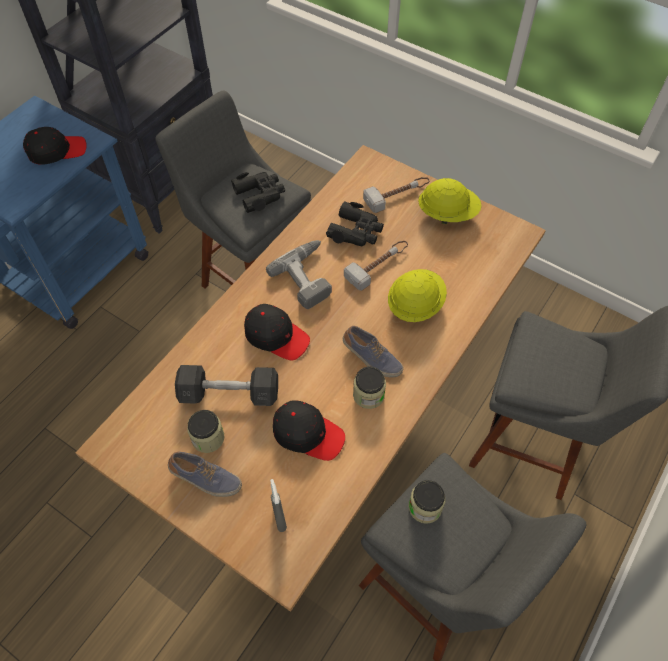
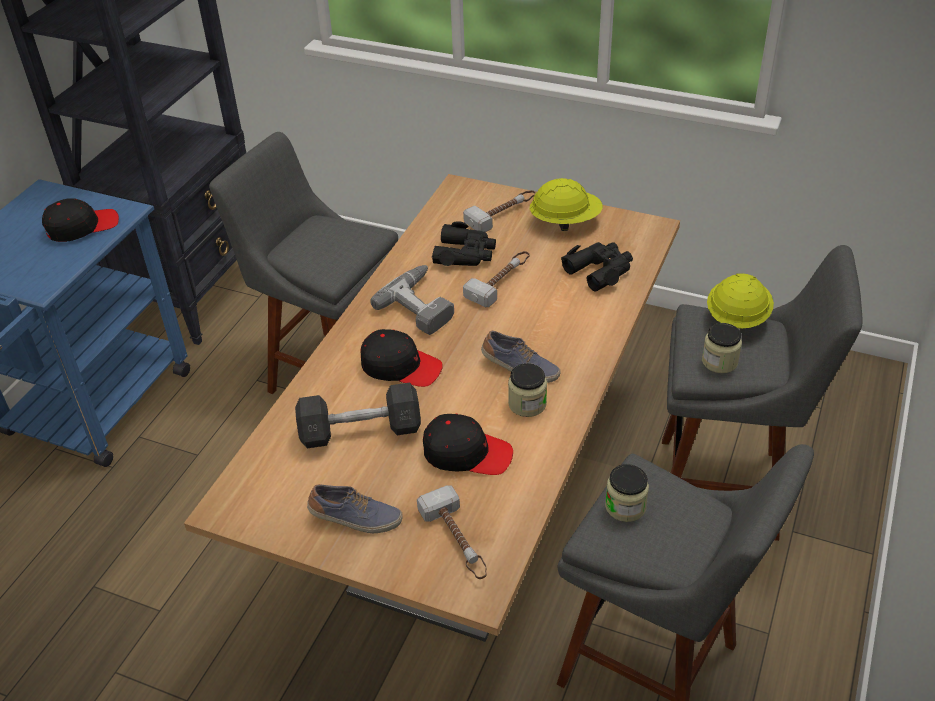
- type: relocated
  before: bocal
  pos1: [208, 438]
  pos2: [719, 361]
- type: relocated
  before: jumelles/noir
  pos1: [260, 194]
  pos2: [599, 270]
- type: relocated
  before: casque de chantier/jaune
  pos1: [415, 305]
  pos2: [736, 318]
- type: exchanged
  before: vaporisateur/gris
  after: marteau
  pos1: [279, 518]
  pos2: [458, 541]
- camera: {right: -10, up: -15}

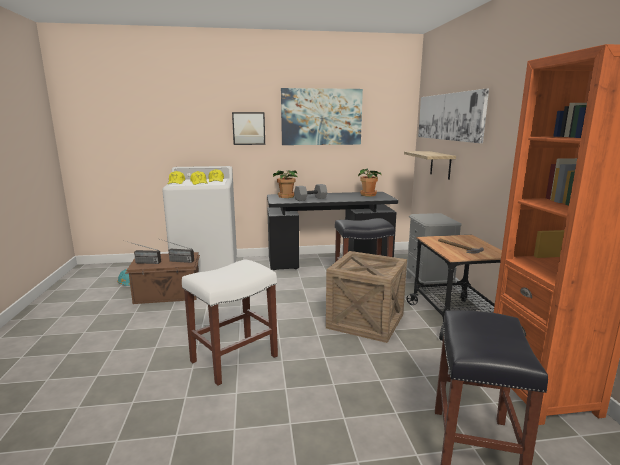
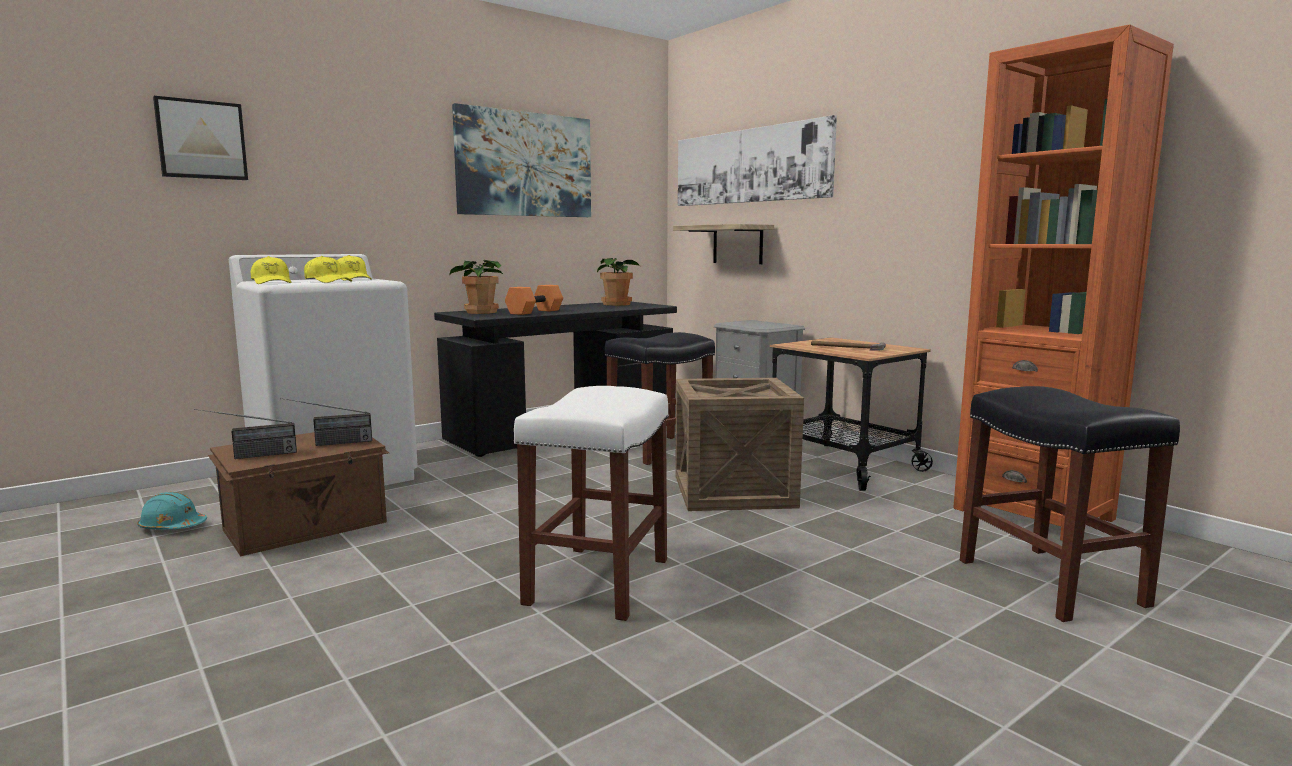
- type: relocated
  before: tableau
  pos1: [249, 128]
  pos2: [201, 140]
- type: colour
  before: haltère/gris
  after: haltère/orange
  pos1: [310, 199]
  pos2: [535, 312]
- camera: {right: -30, up: -5}

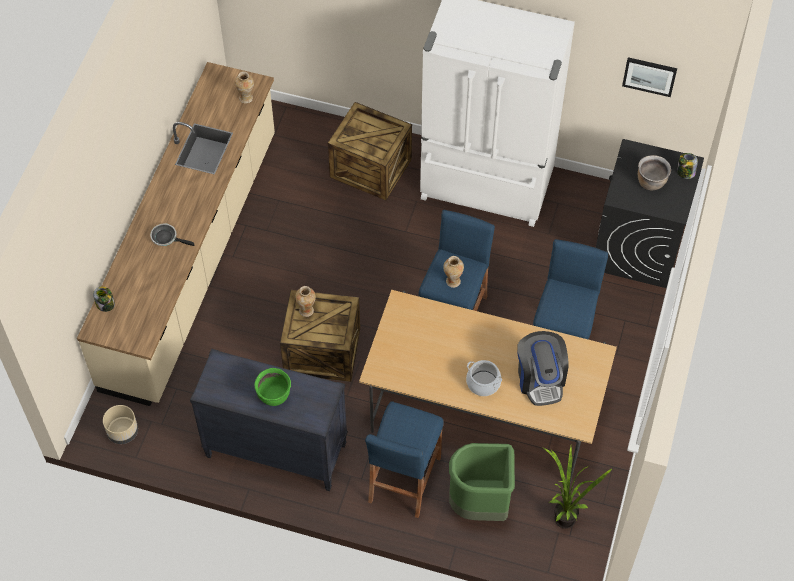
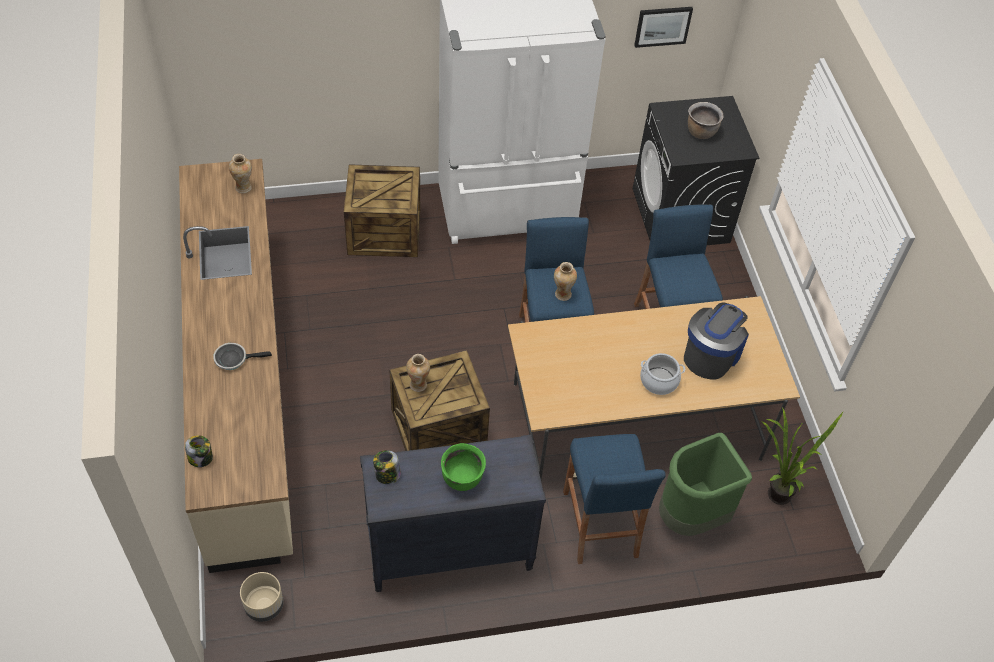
- type: relocated
  before: bocal
  pos1: [685, 172]
  pos2: [387, 475]
- type: spun
  before: machine à café
  pos1: [540, 379]
  pos2: [711, 355]
  turn: -105
- camera: {right: -30, up: -5}

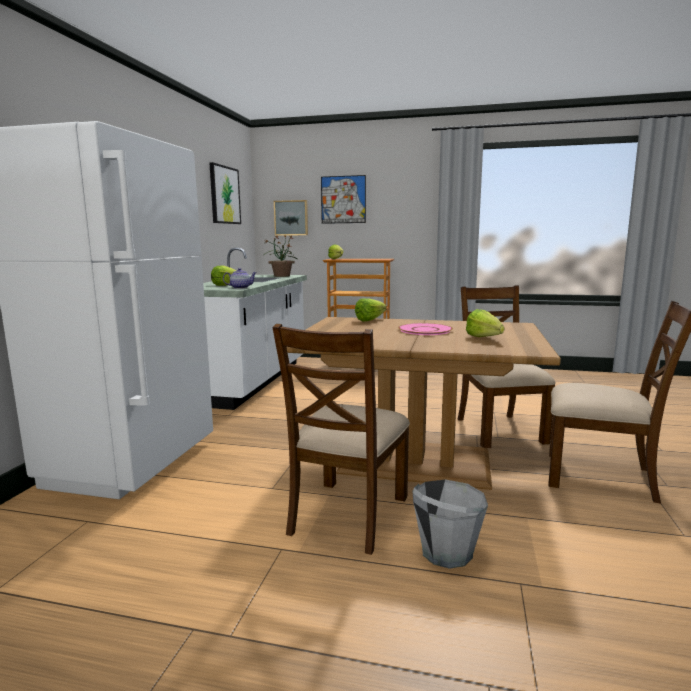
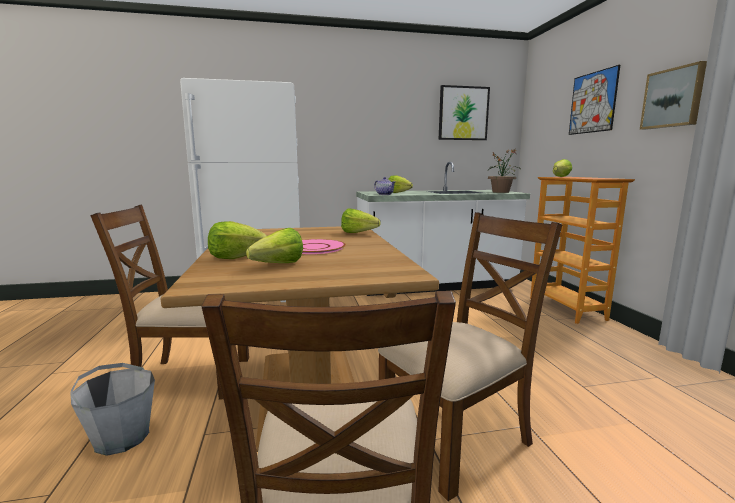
- type: appeared
  after: laitue
  pos2: [236, 257]
- type: relocated
  before: tableau
  pos1: [291, 218]
  pos2: [673, 98]
- camera: {right: 65, up: 0}

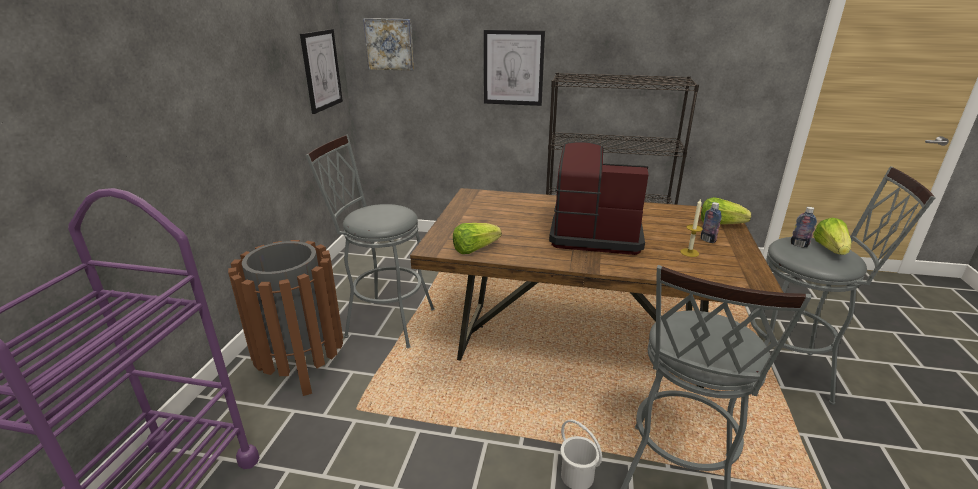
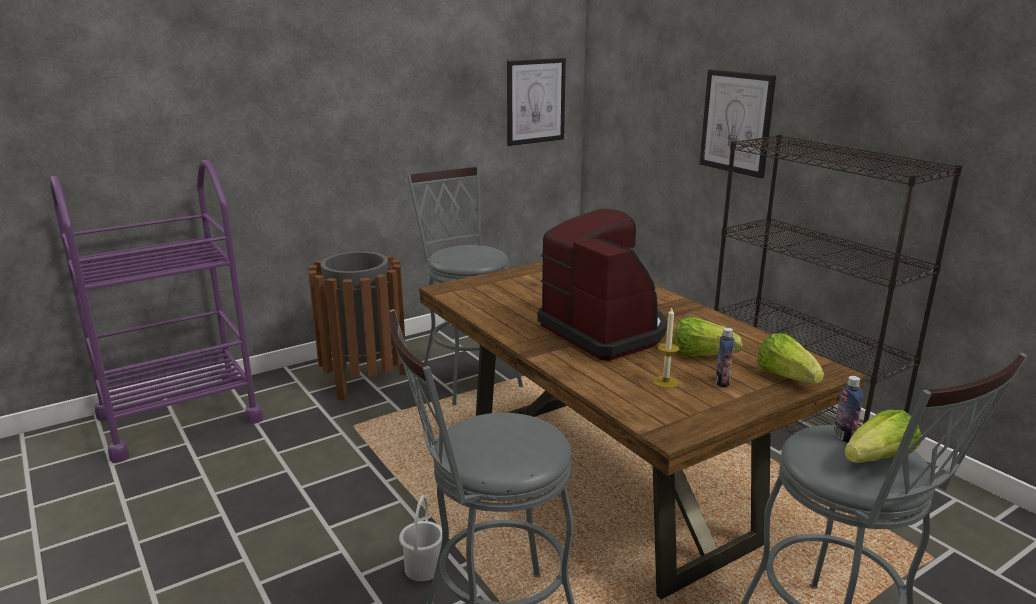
- type: missing
  before: tableau
  pos1: [390, 44]
- type: relocated
  before: laitue
  pos1: [474, 249]
  pos2: [701, 355]
- camera: {right: 45, up: -5}

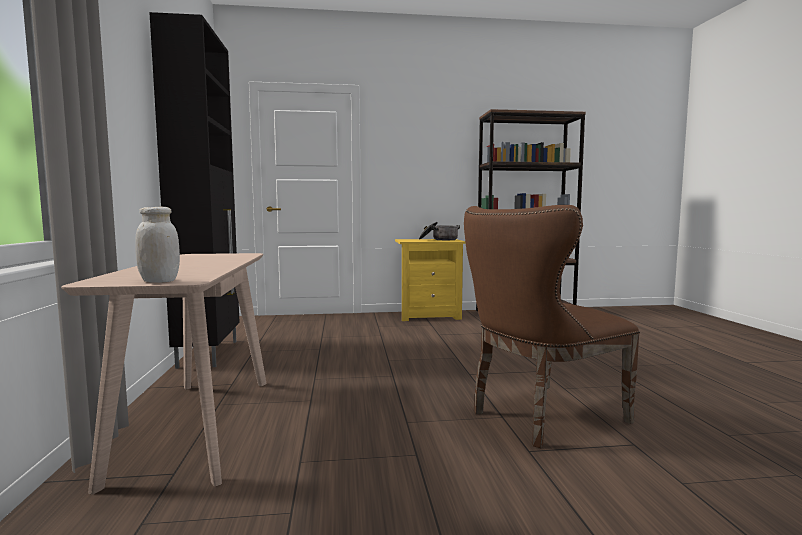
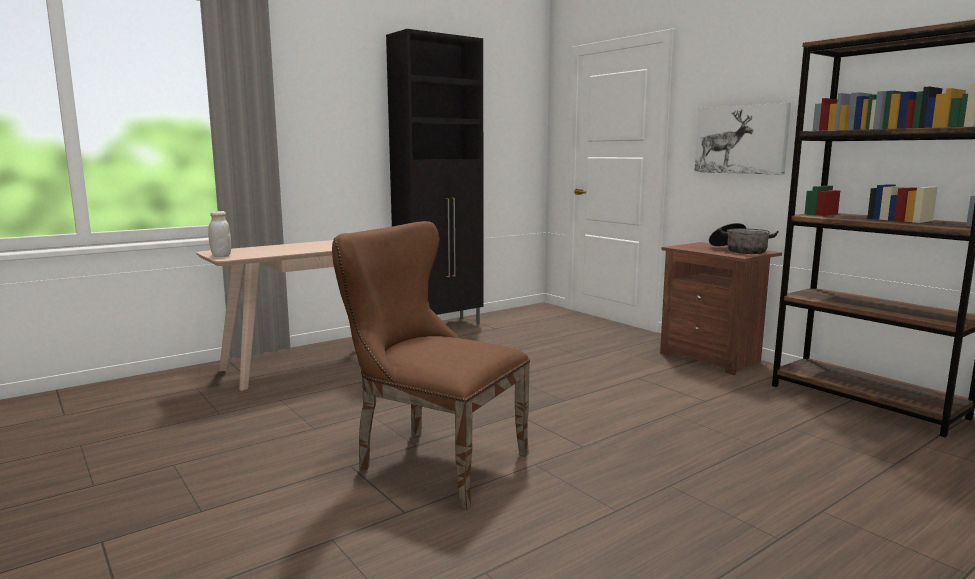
- type: appeared
  after: tableau
  pos2: [741, 139]
- type: colour
  before: table de chevet/jaune
  after: table de chevet/marron
  pos1: [429, 315]
  pos2: [713, 358]
- camera: {right: 60, up: 5}

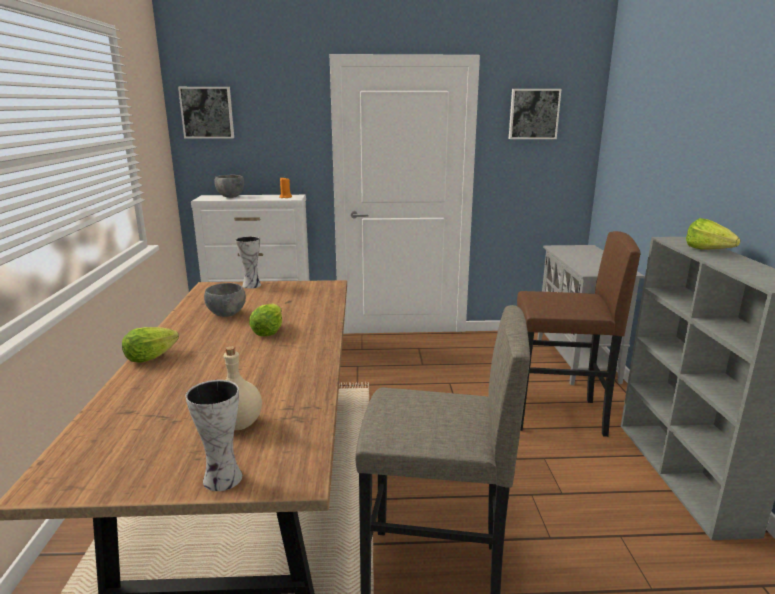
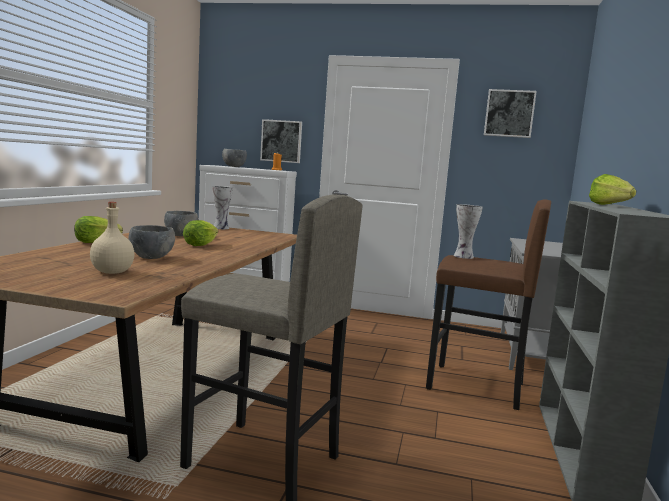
- type: appeared
  after: bol/gris
  pos2: [151, 257]
- type: relocated
  before: tableau
  pos1: [207, 112]
  pos2: [281, 141]
- type: relocated
  before: vase
  pos1: [221, 479]
  pos2: [463, 256]
- camera: {right: 15, up: -10}

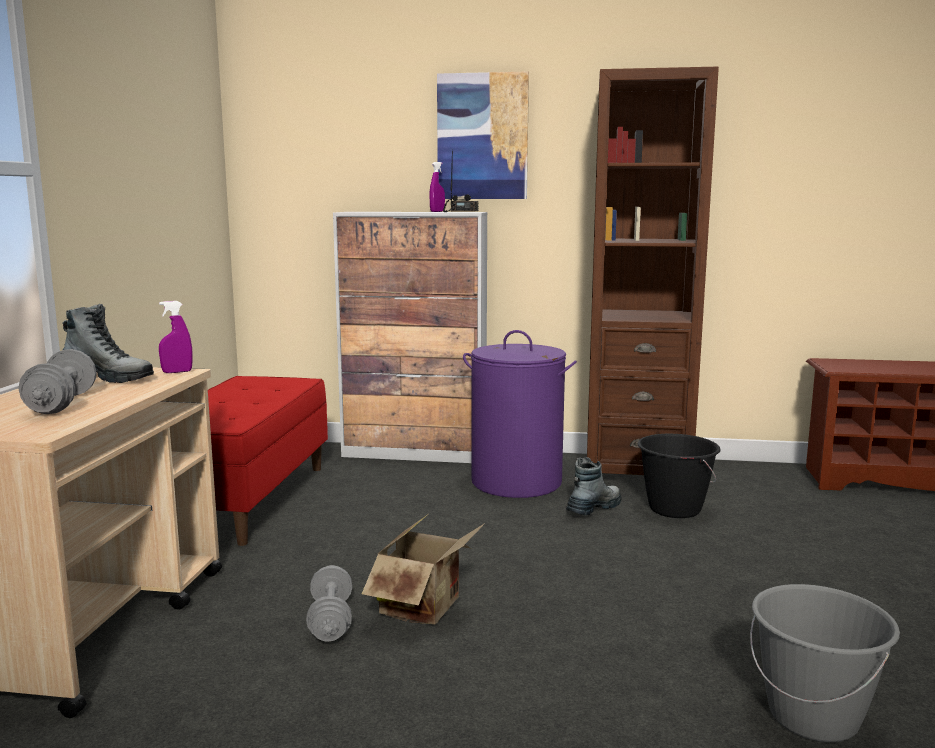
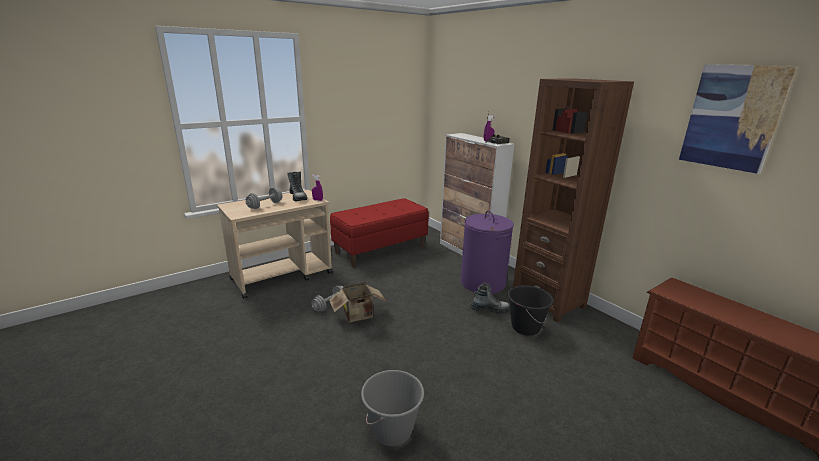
- type: relocated
  before: tableau
  pos1: [482, 137]
  pos2: [732, 117]
- camera: {right: 45, up: 10}

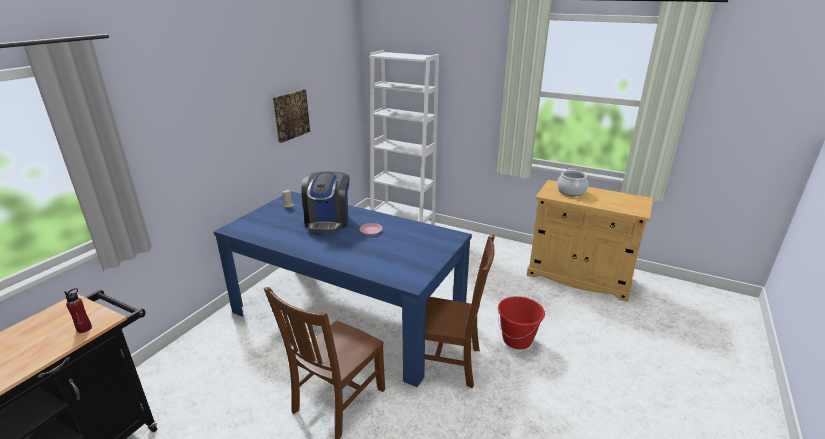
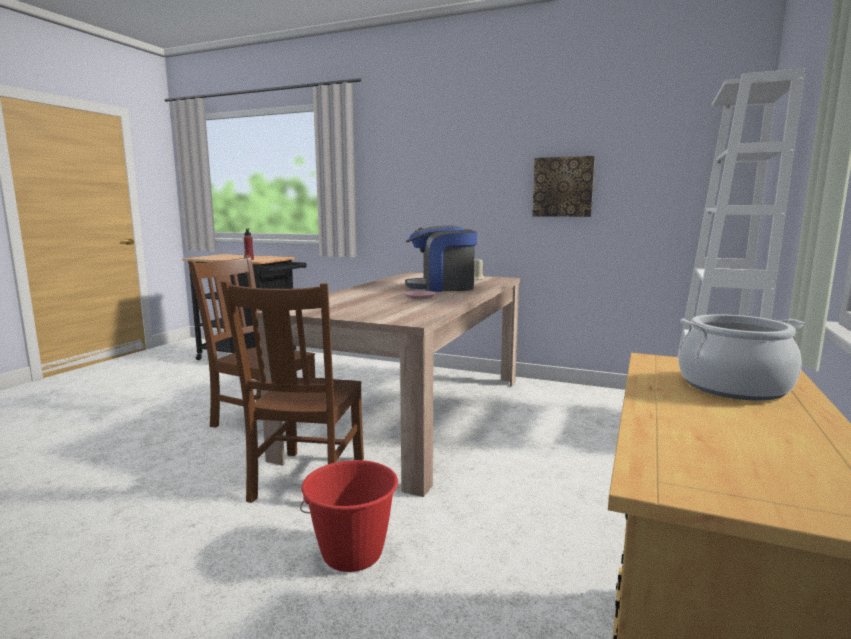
- type: colour
  before: table à manger/bleu
  after: table à manger/beige
  pos1: [348, 314]
  pos2: [413, 414]
- camera: {right: 85, up: -15}

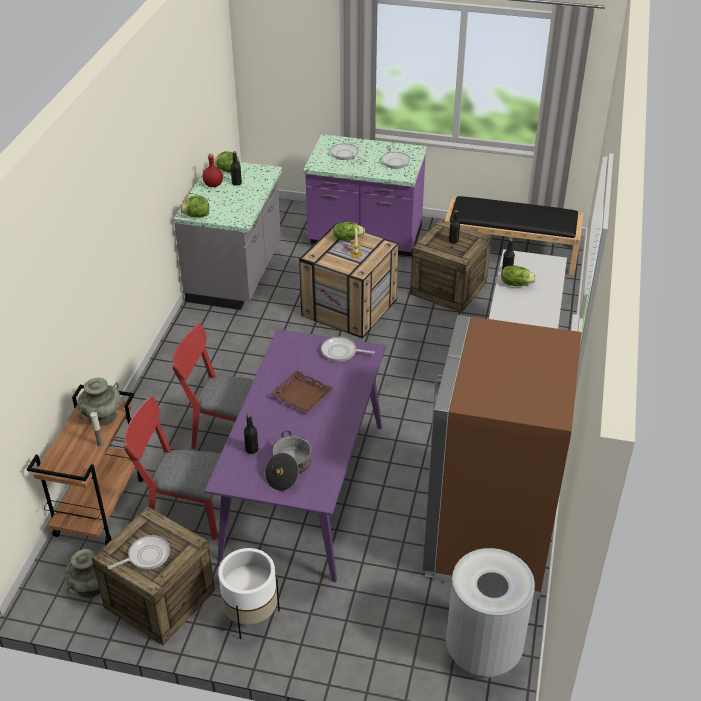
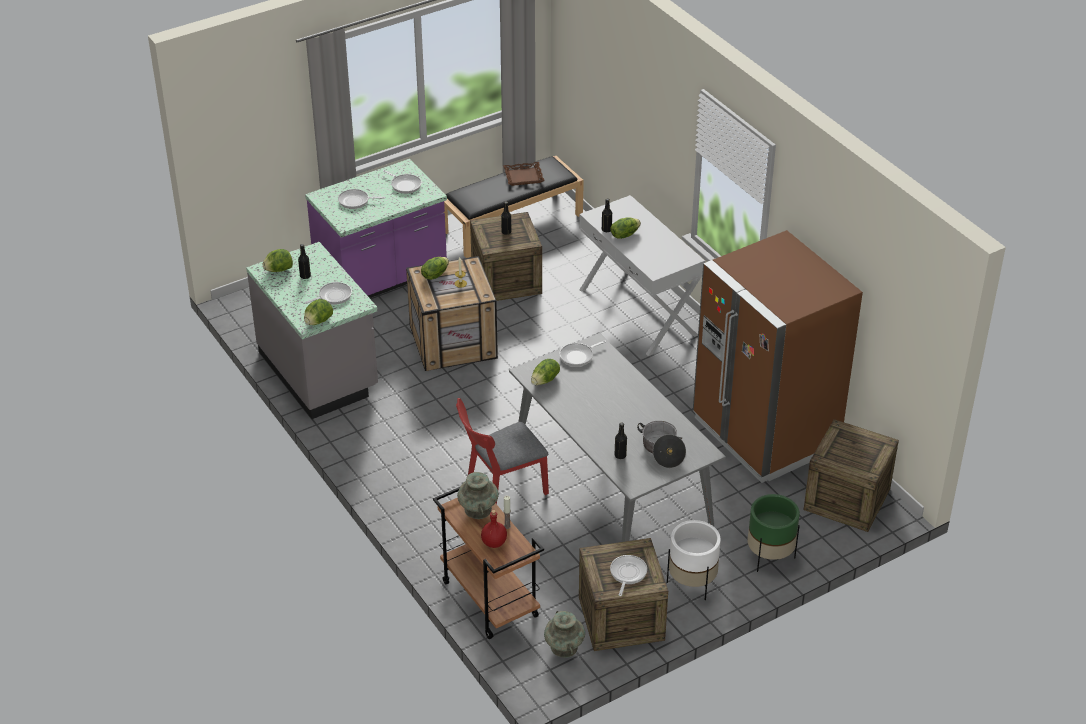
- type: missing
  before: chaise/rouge
  pos1: [184, 511]
- type: appeared
  after: poêle
  pos2: [333, 296]
- type: appeared
  after: laitue
  pos2: [545, 380]
- type: appeared
  after: cache-pot/vert
  pos2: [770, 556]
- type: relocated
  before: bouteille/rouge
  pos1: [213, 185]
  pos2: [494, 542]
- type: relocated
  before: plateau/marron
  pos1: [302, 396]
  pos2: [523, 177]
- type: exchanged
  before: poubelle/gris
  after: caisse
  pos1: [483, 650]
  pos2: [847, 499]
- type: colour
  before: table à manger/violet
  after: table à manger/gris
  pos1: [305, 489]
  pos2: [612, 487]
- camera: {right: -45, up: 0}

